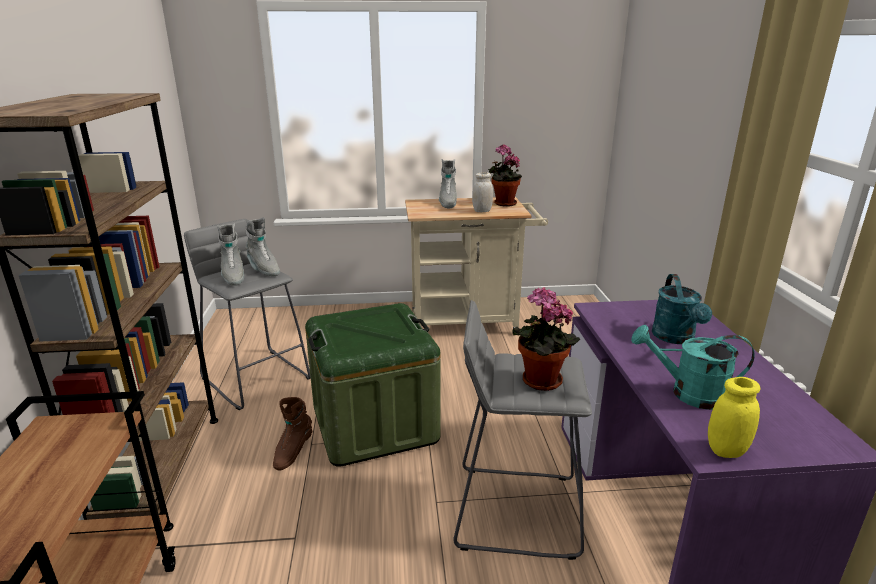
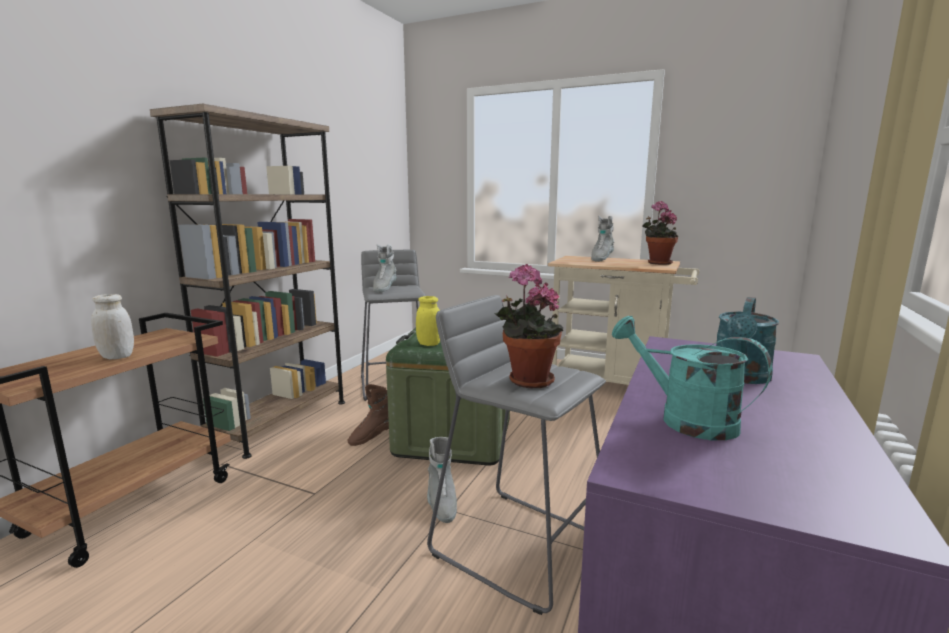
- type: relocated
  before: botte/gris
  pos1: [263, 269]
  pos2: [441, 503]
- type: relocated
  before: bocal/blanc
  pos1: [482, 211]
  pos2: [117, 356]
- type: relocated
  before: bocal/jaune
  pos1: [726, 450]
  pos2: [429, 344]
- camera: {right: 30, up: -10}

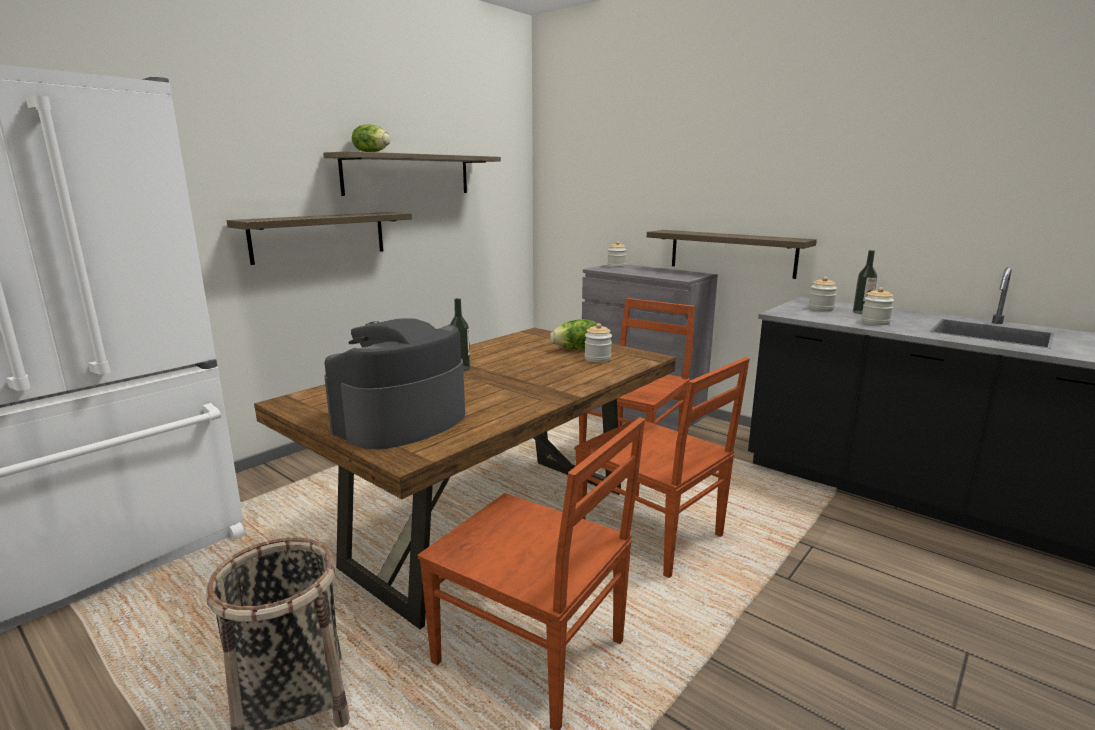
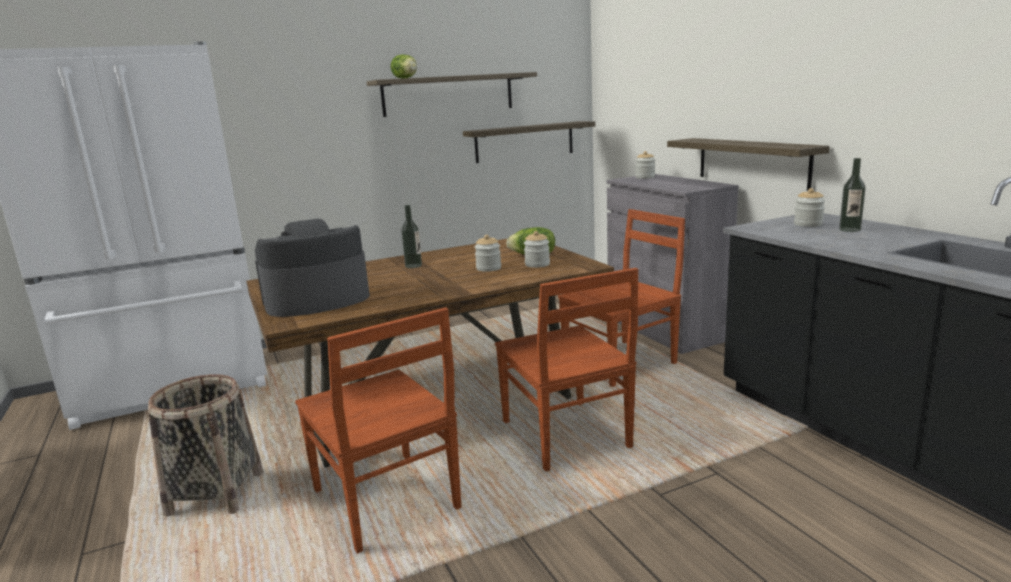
- type: relocated
  before: étagère
  pos1: [319, 236]
  pos2: [524, 141]
- type: relocated
  before: bocal
  pos1: [875, 322]
  pos2: [488, 268]
- camera: {right: 25, up: 0}

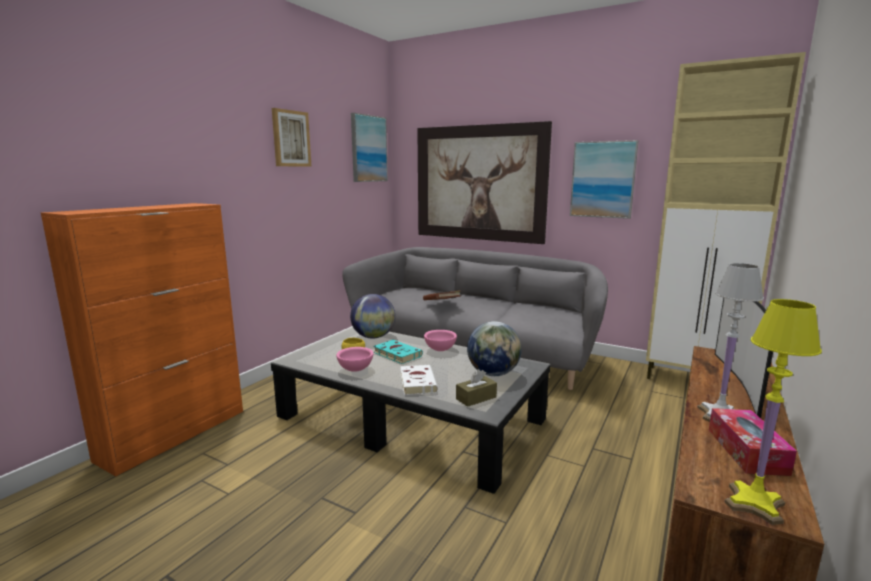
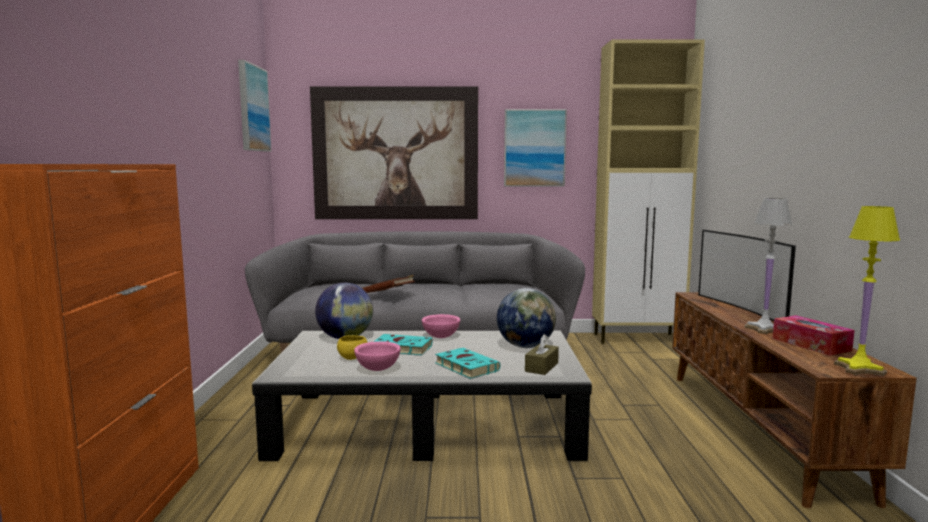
- type: missing
  before: tableau
  pos1: [291, 138]
- type: colour
  before: livre/blanc
  after: livre/turquoise
  pos1: [417, 382]
  pos2: [465, 366]
- camera: {right: -30, up: -5}

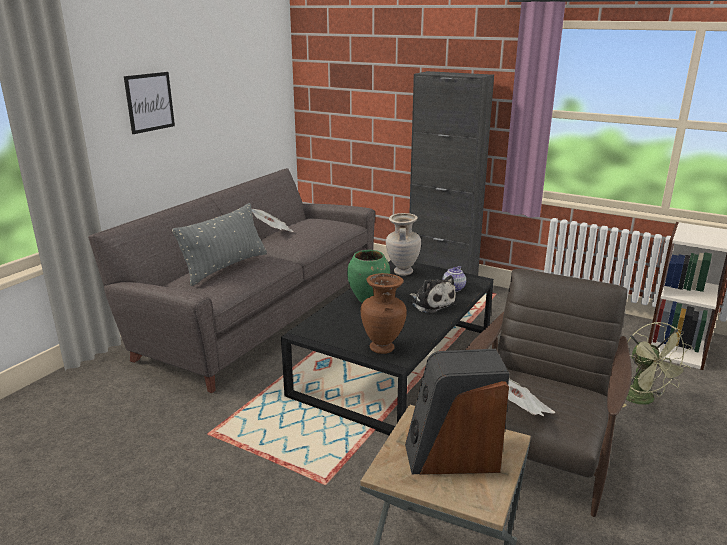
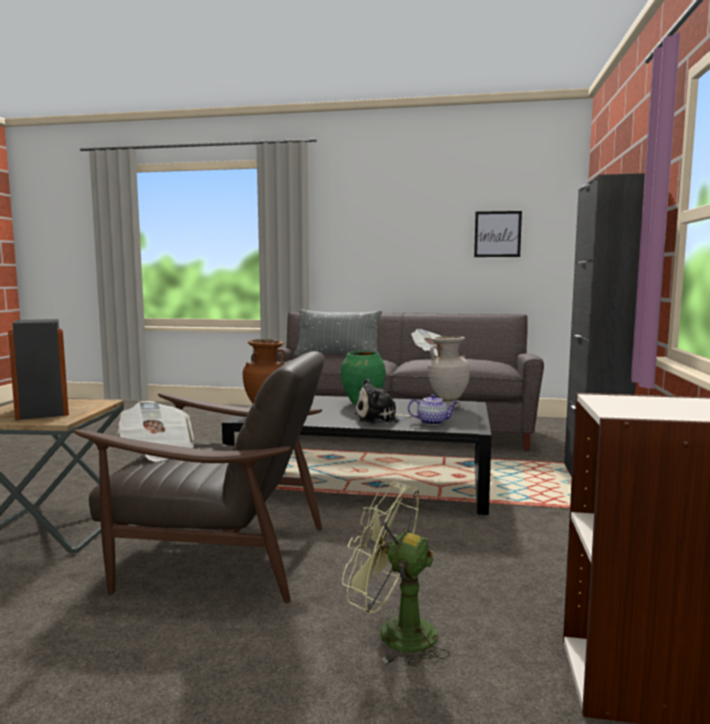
- type: relocated
  before: tableau
  pos1: [149, 102]
  pos2: [497, 234]
- type: spun
  before: peluche
  pos1: [431, 303]
  pos2: [380, 419]
  turn: 45
- type: spun
  before: ventilateur/vert
  pos1: [643, 400]
  pos2: [394, 634]
  turn: 60
- camera: {right: 70, up: -15}

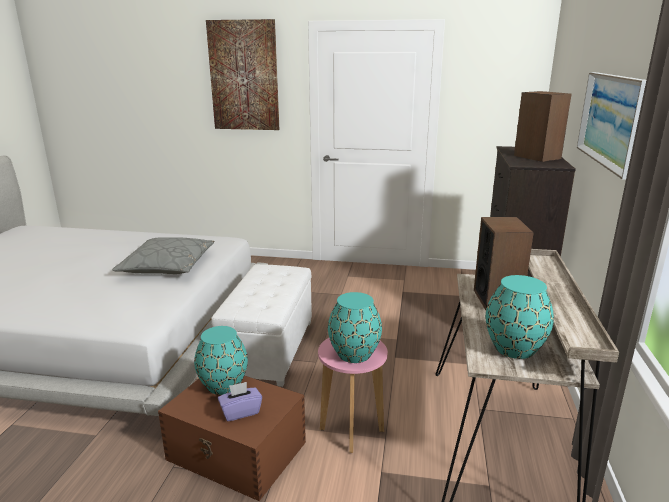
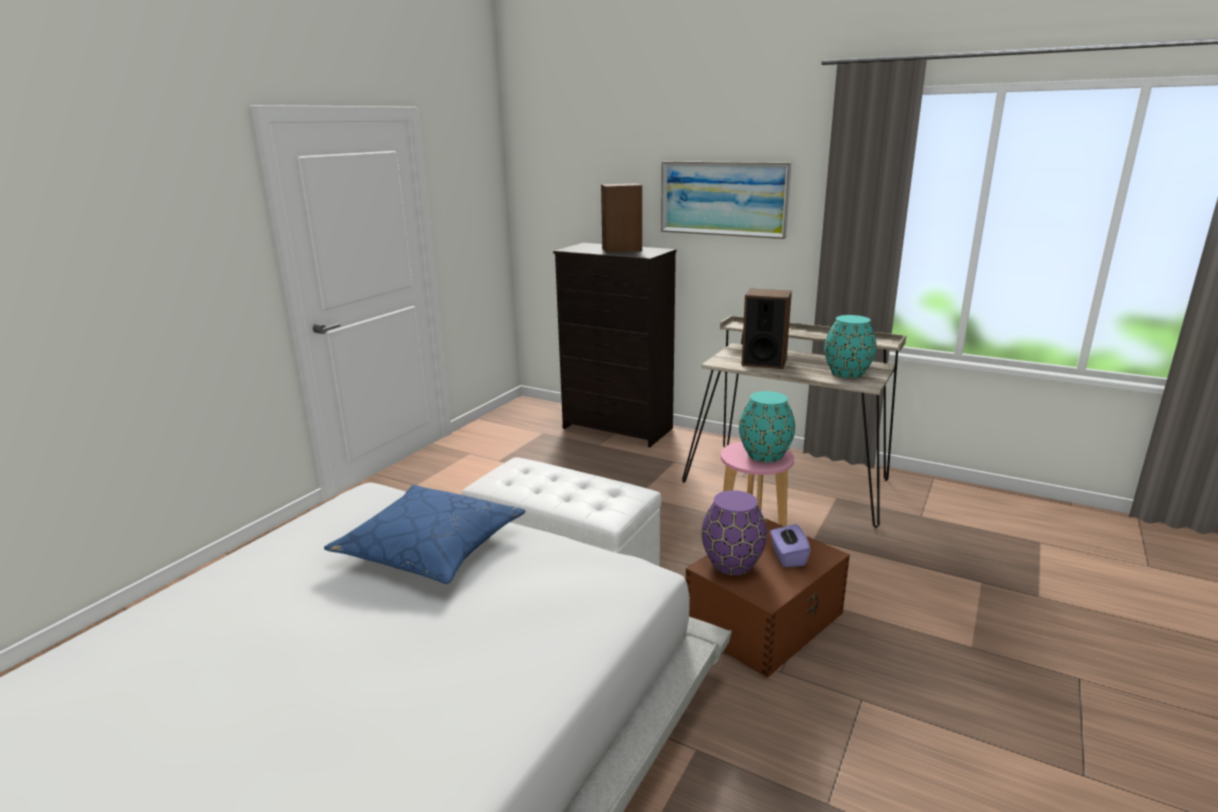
- type: missing
  before: tableau
  pos1: [244, 76]
- type: colour
  before: coussin/gris
  after: coussin/bleu
  pos1: [167, 266]
  pos2: [430, 547]
- type: colour
  before: vase/turquoise
  after: vase/violet
  pos1: [222, 385]
  pos2: [732, 564]
- camera: {right: -70, up: 0}

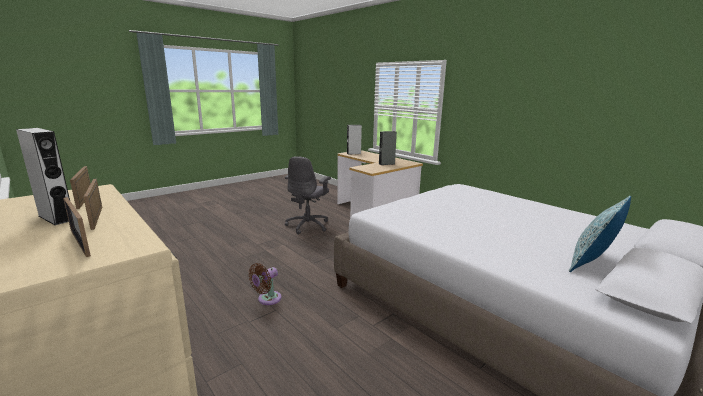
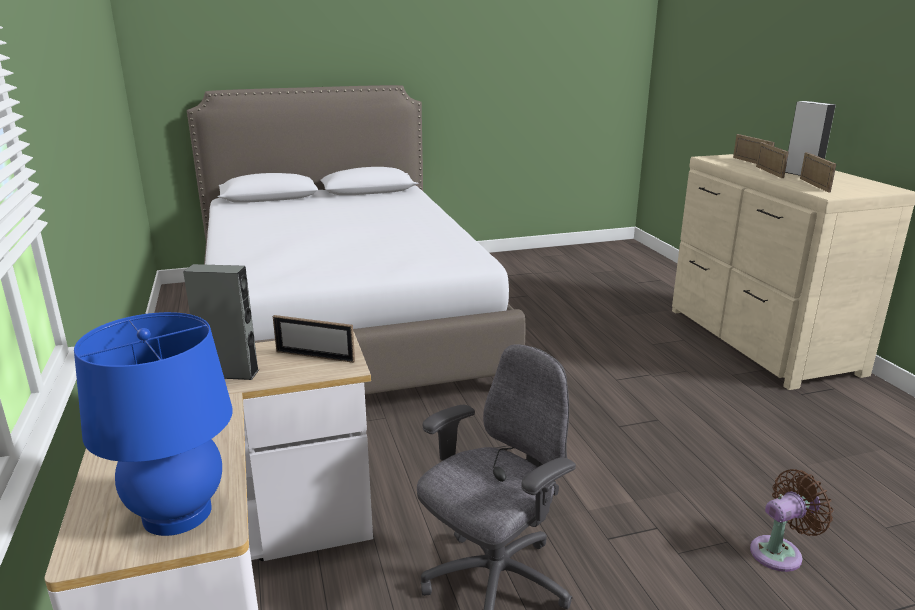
- type: missing
  before: coussin
  pos1: [592, 263]
- type: appeared
  after: cadre photo
  pos2: [315, 356]
- type: relocated
  before: ventilateur/marron
  pos1: [267, 299]
  pos2: [780, 552]
- type: exchanged
  before: enceinte/gris
  after: lampe de table/bleu
  pos1: [353, 153]
  pos2: [177, 513]
- camera: {right: -155, up: 5}

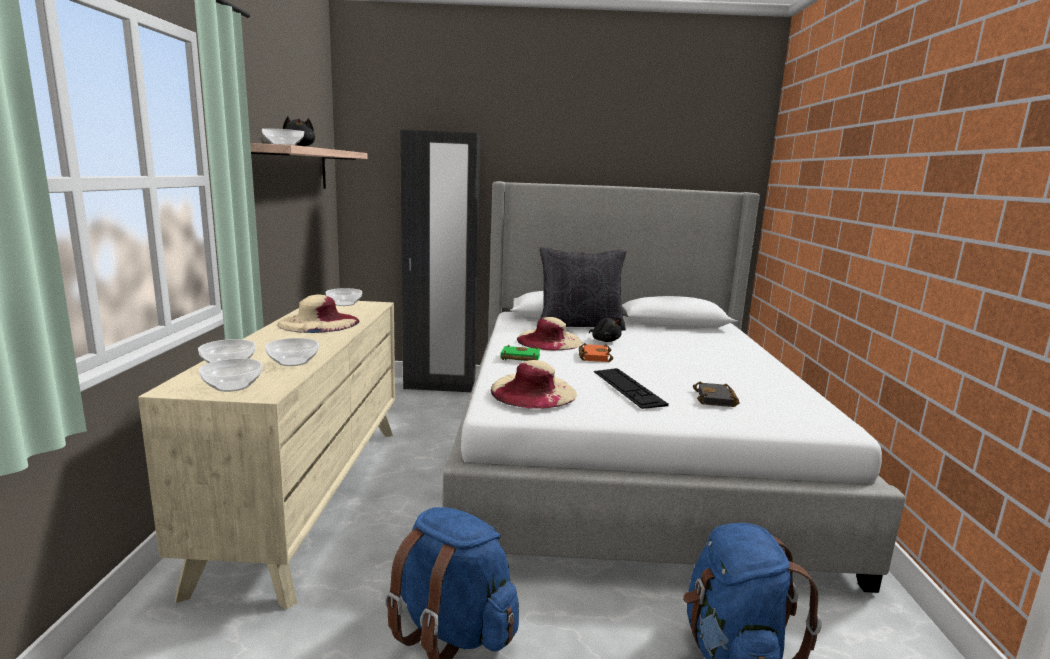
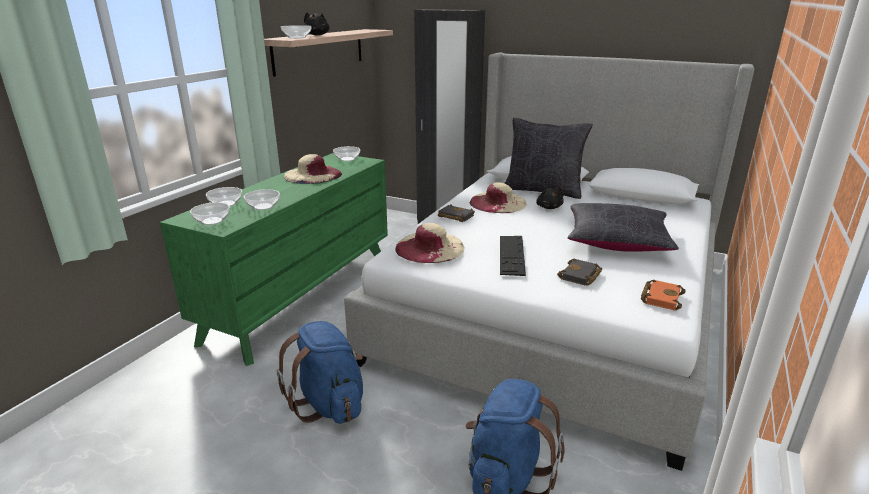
- type: appeared
  after: coussin/noir
  pos2: [617, 241]
- type: relocated
  before: livre/orange
  pos1: [593, 356]
  pos2: [660, 297]
- type: colour
  before: commode/beige
  after: commode/vert
  pos1: [310, 496]
  pos2: [302, 297]
- type: colour
  before: livre/vert
  after: livre/noir
  pos1: [519, 358]
  pos2: [454, 216]
- camera: {right: 25, up: 10}

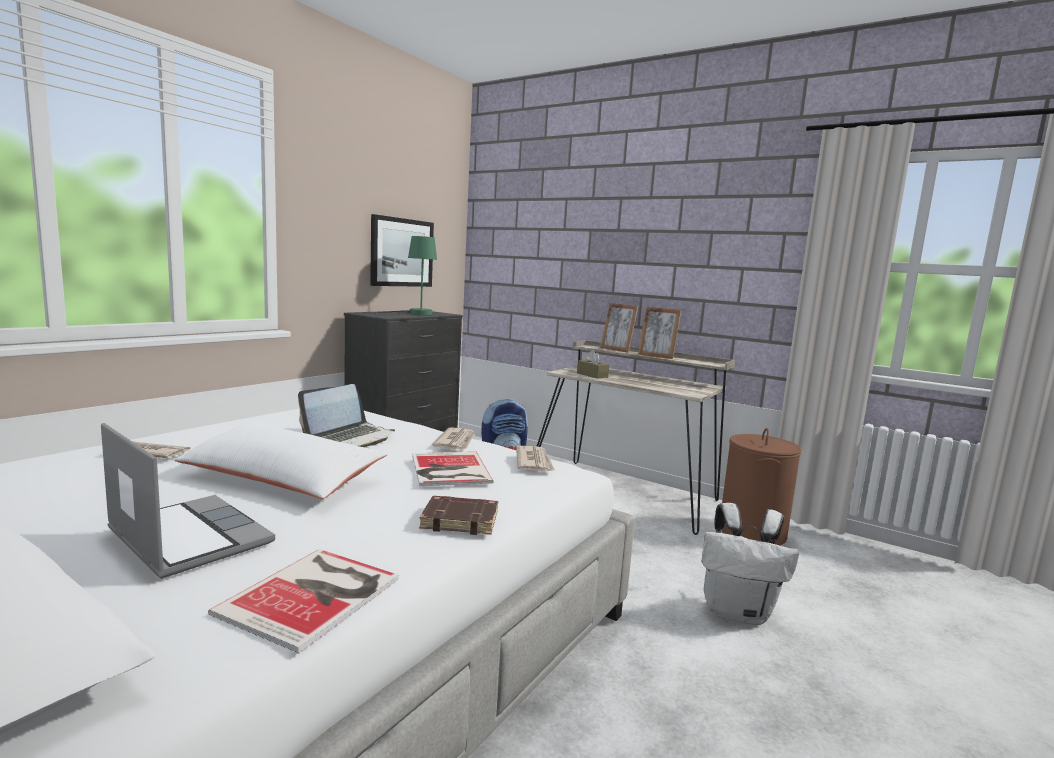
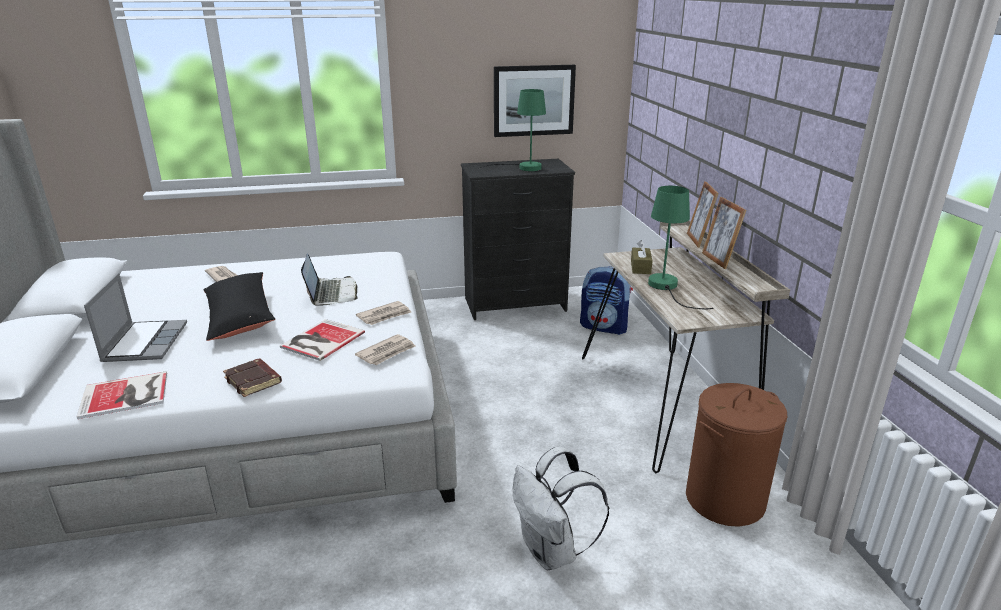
- type: appeared
  after: lampe de table/vert
  pos2: [667, 288]
- type: colour
  before: coussin/blanc
  after: coussin/noir
  pos1: [282, 479]
  pos2: [239, 317]
- type: spun
  before: ordinateur portable
  pos1: [350, 439]
  pos2: [331, 293]
  turn: -90
- camera: {right: 45, up: 15}

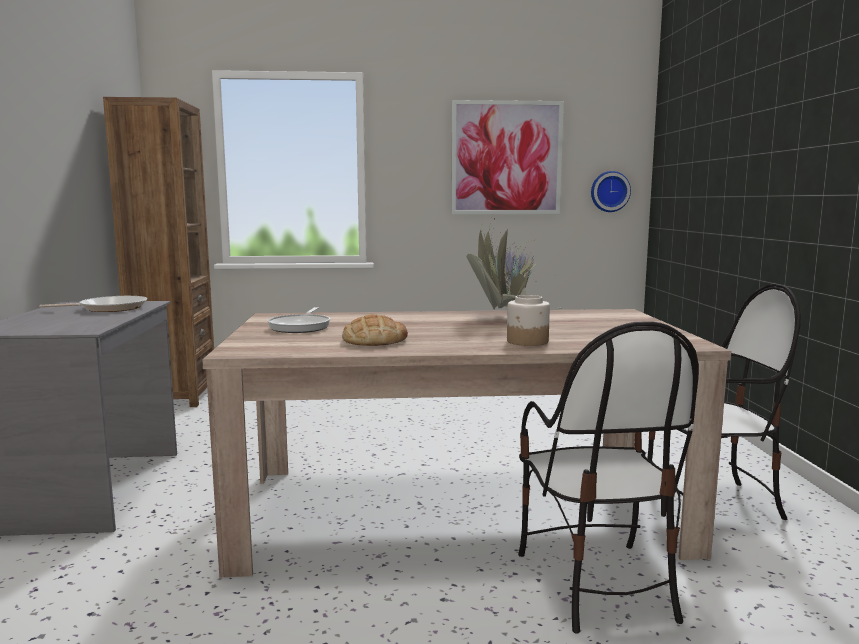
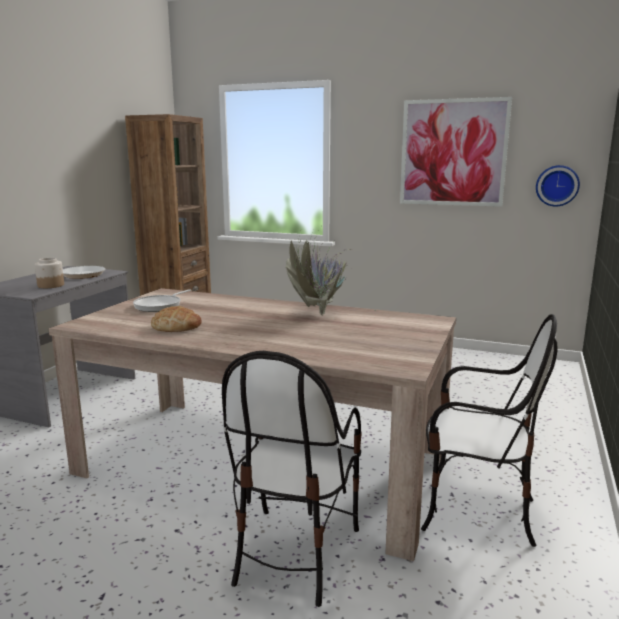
- type: relocated
  before: bocal
  pos1: [527, 341]
  pos2: [50, 285]
- camera: {right: 25, up: 5}

